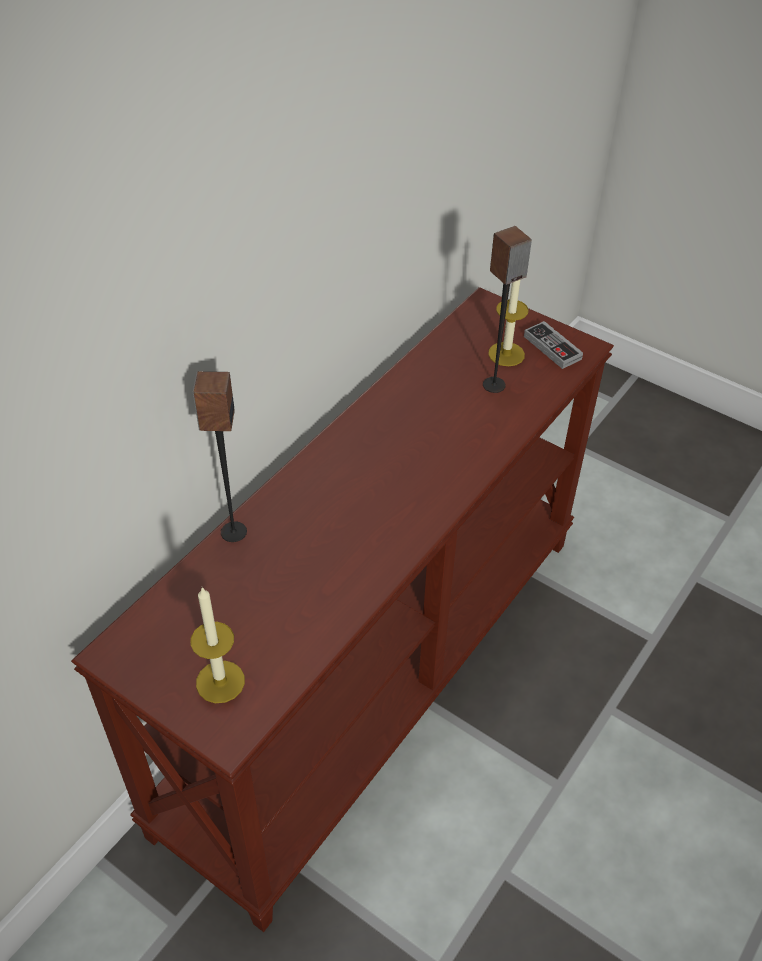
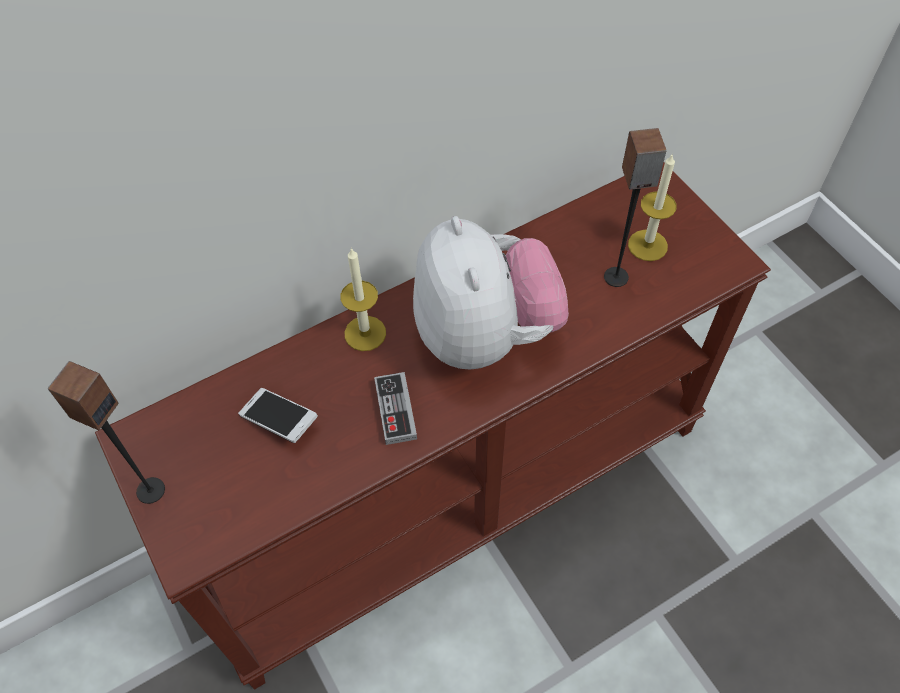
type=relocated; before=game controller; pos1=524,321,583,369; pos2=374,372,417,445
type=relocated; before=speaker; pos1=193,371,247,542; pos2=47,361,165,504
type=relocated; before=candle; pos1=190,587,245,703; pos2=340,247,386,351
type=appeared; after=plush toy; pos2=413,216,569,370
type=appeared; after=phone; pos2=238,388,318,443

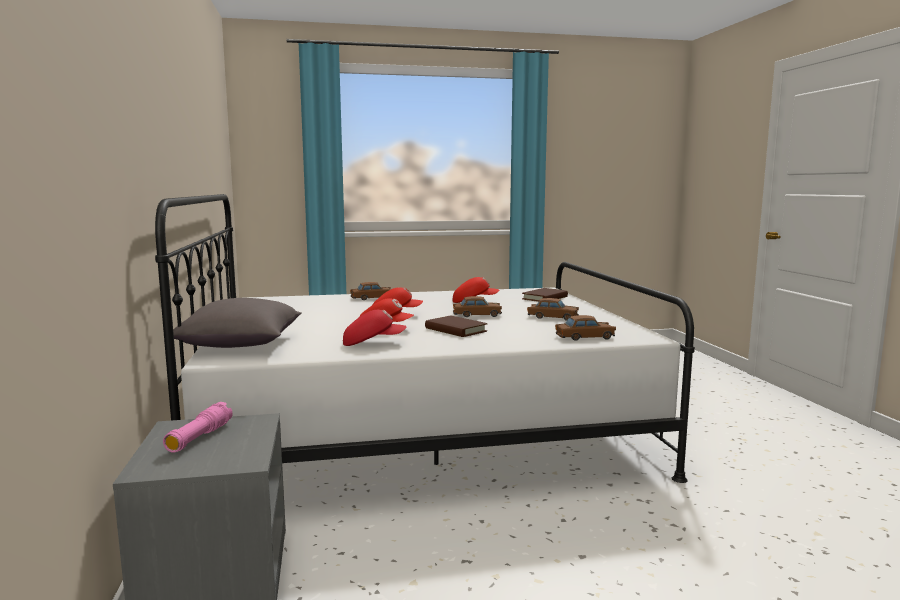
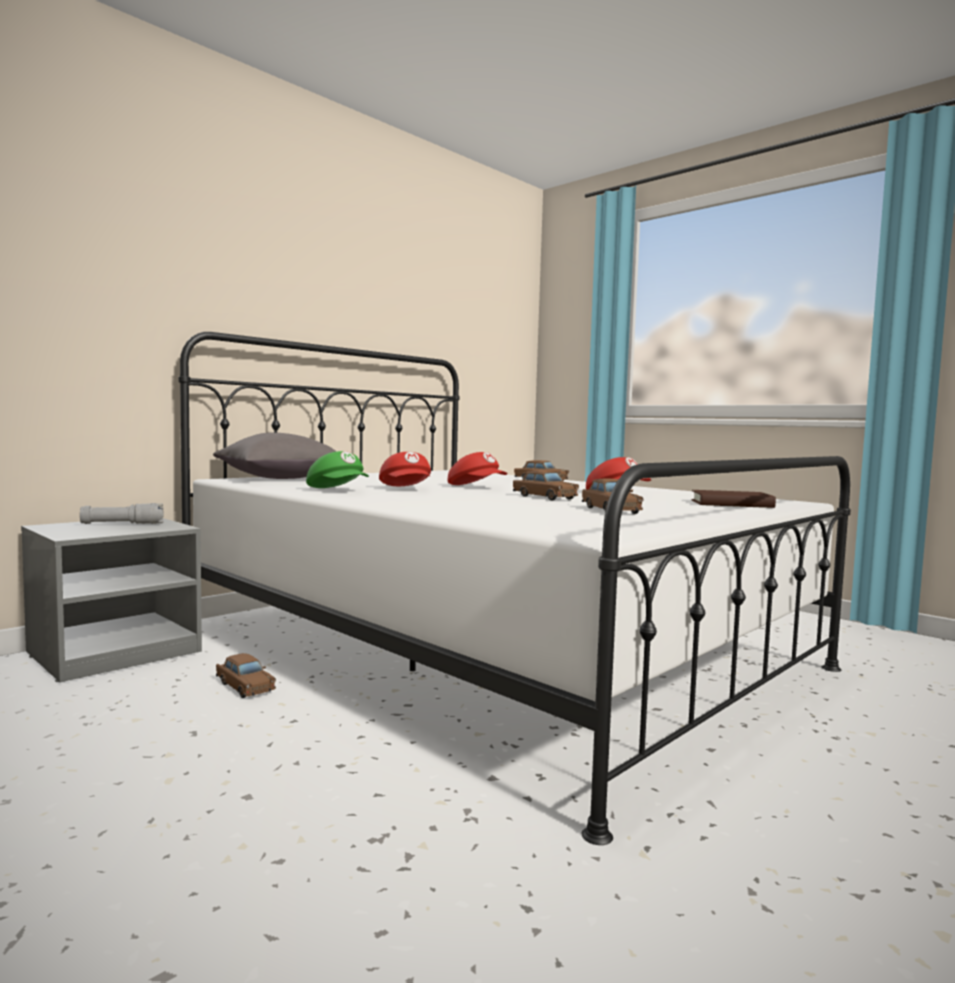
type=colour; before=cap/red; after=cap/green; pos1=343,310,407,346; pos2=306,451,369,488
type=missing; before=book/brown; pos1=425,315,487,337
type=relocated; before=toy car/brown; pos1=555,315,616,341; pos2=216,653,276,698
type=colour; before=flashlight/pink; after=flashlight/grey; pos1=163,402,233,453; pos2=80,503,163,524

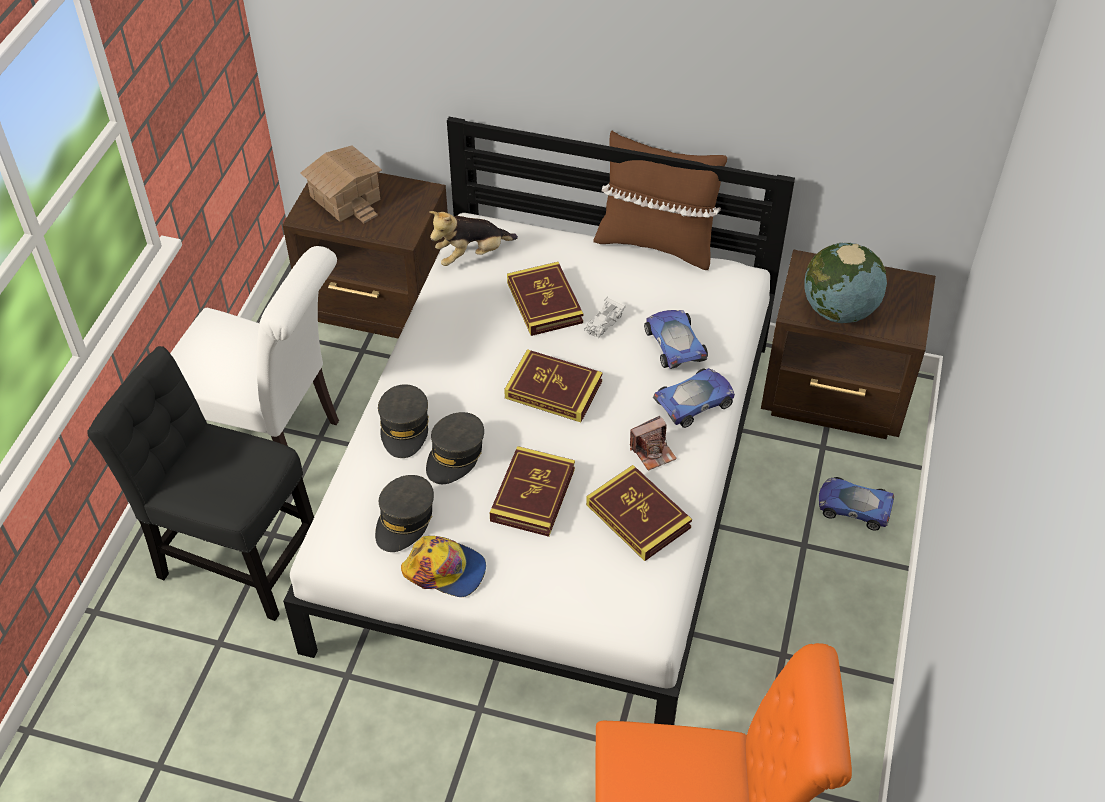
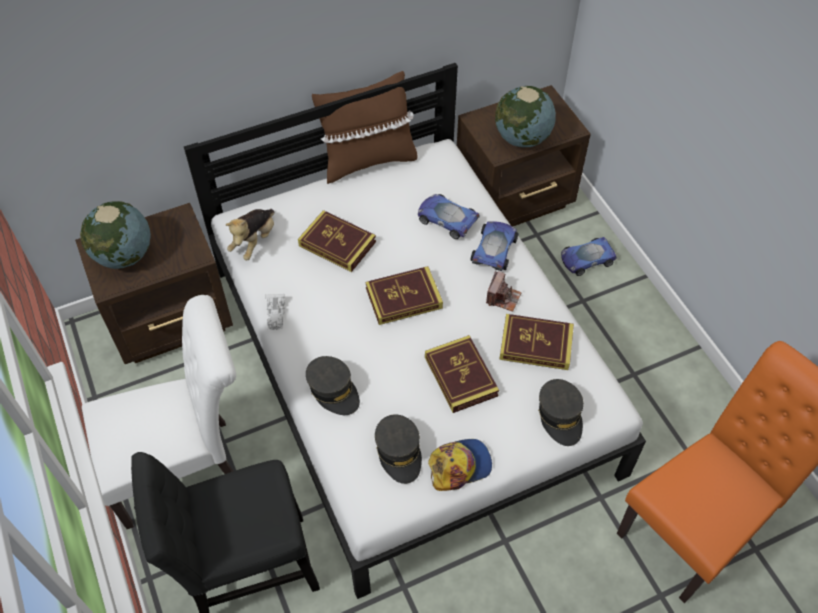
type=exchanged; before=toy house; after=globe; pos1=300,145,382,223; pos2=80,201,151,269
type=relocated; before=toy car/white; pos1=584,297,626,339; pos2=266,294,285,330
type=relocated; before=cap/grey; pos1=426,412,484,484; pos2=538,379,584,446

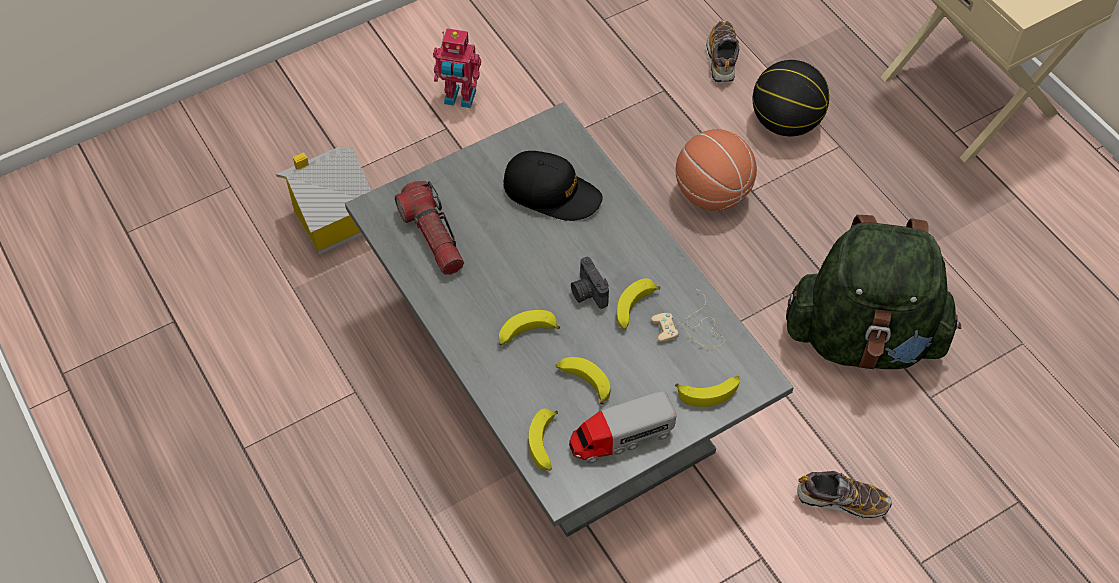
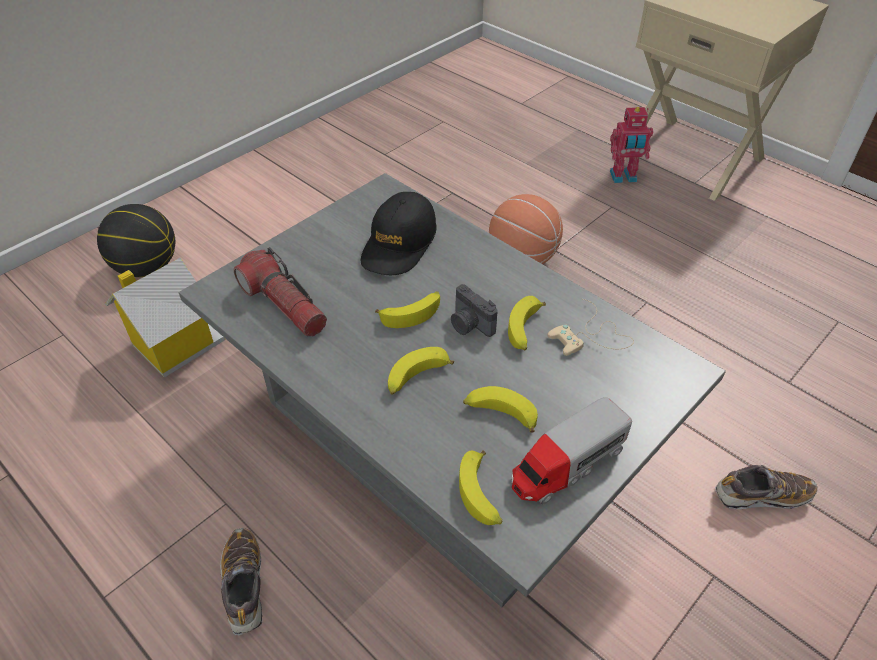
type=relocated; before=shoe; pos1=706,21,739,83; pos2=220,528,262,636
type=relocated; before=toy robot; pos1=433,28,481,108; pos2=610,107,653,183
type=relocated; before=basketball; pos1=753,60,829,136; pos2=97,204,175,277
type=spun; before=cap/black; pos1=503,151,603,221; pos2=361,192,437,275; turn=105
type=missing; before=backpack/green; pos1=786,215,961,369
type=relocated; before=banana; pos1=675,376,740,407; pos2=375,291,440,328

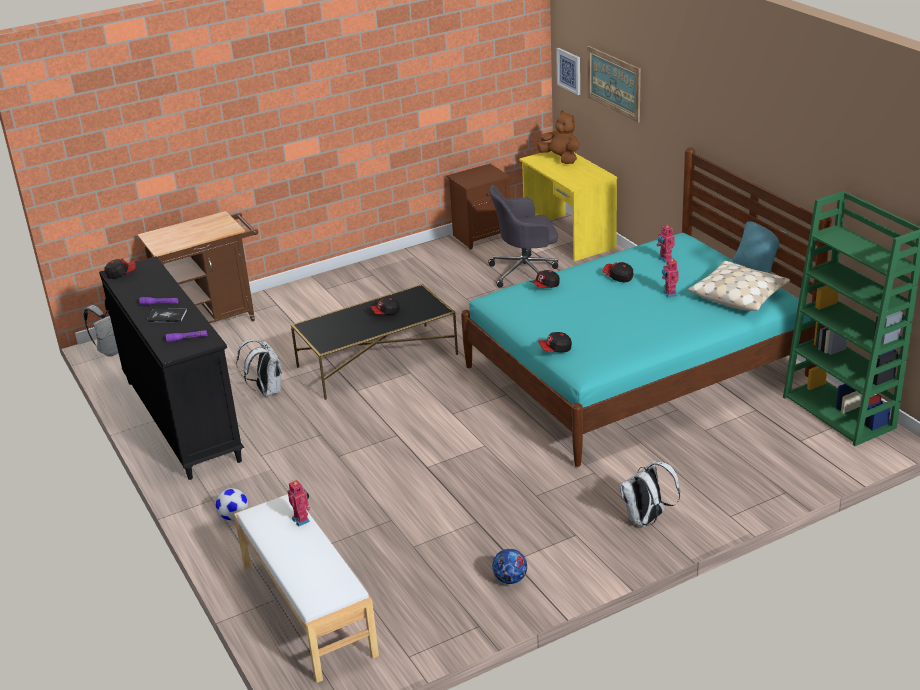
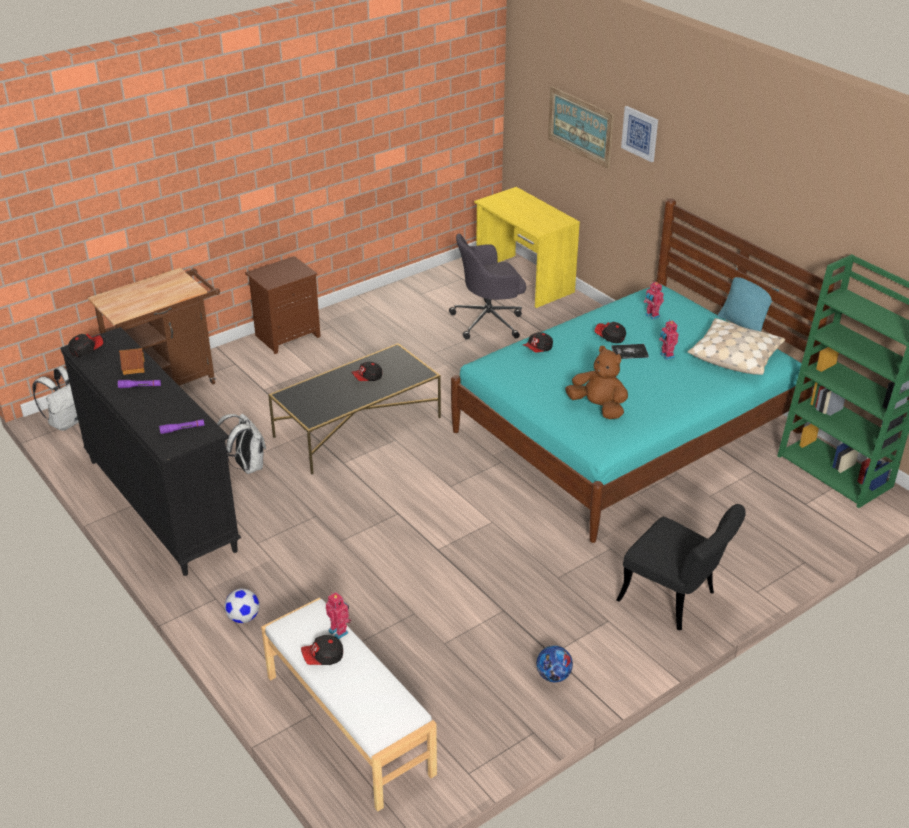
type=relocated; before=picture; pos1=556,48,580,95; pos2=621,106,658,162
type=relocated; before=plush toy/brown; pos1=537,110,579,164; pos2=565,346,628,419
type=relocated; before=nightstand/brown; pos1=446,164,511,250; pos2=245,256,321,354
type=relocated; before=book; pos1=147,308,187,323; pos2=611,344,649,359
type=relocated; before=cap; pos1=538,332,572,353; pos2=301,635,343,665
type=exchanged; before=backpack/white; after=chair/black; pos1=620,461,680,527; pos2=616,504,746,630
type=appeared; after=toy house; pos2=119,348,145,375

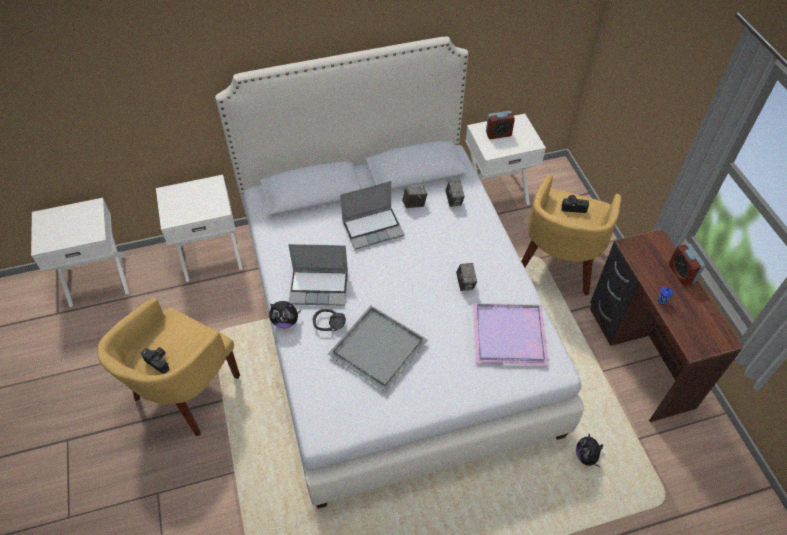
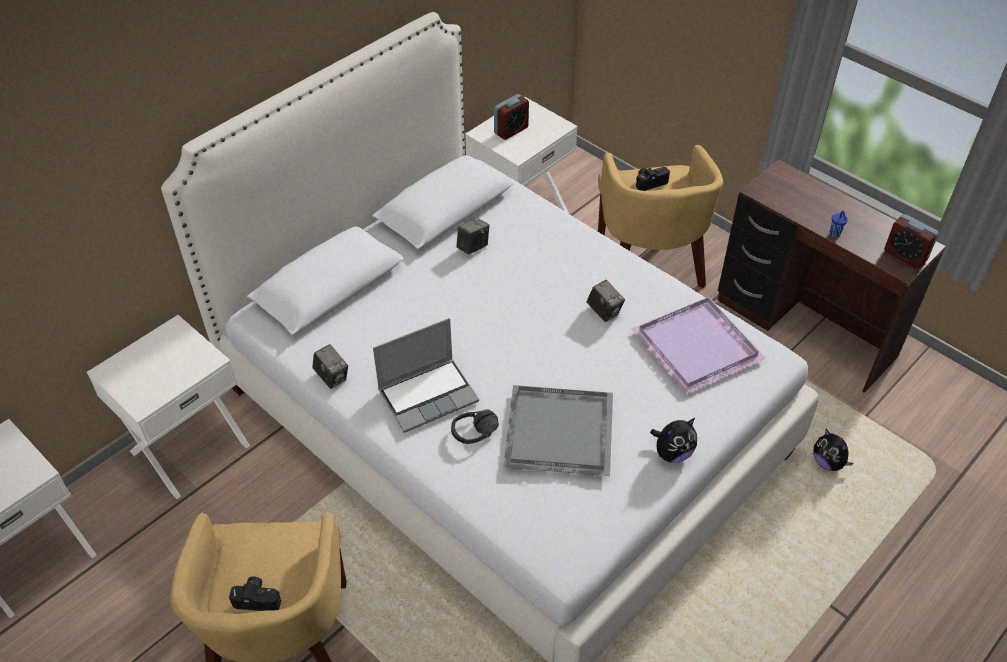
type=relocated; before=photo camera; pos1=445,180,465,207; pos2=312,344,348,389
type=missing; before=laptop; pos1=340,181,405,250
type=relocated; before=alarm clock; pos1=669,243,705,285; pos2=884,214,939,268
type=relocated; before=plush toy; pos1=269,301,301,328; pos2=650,418,697,463

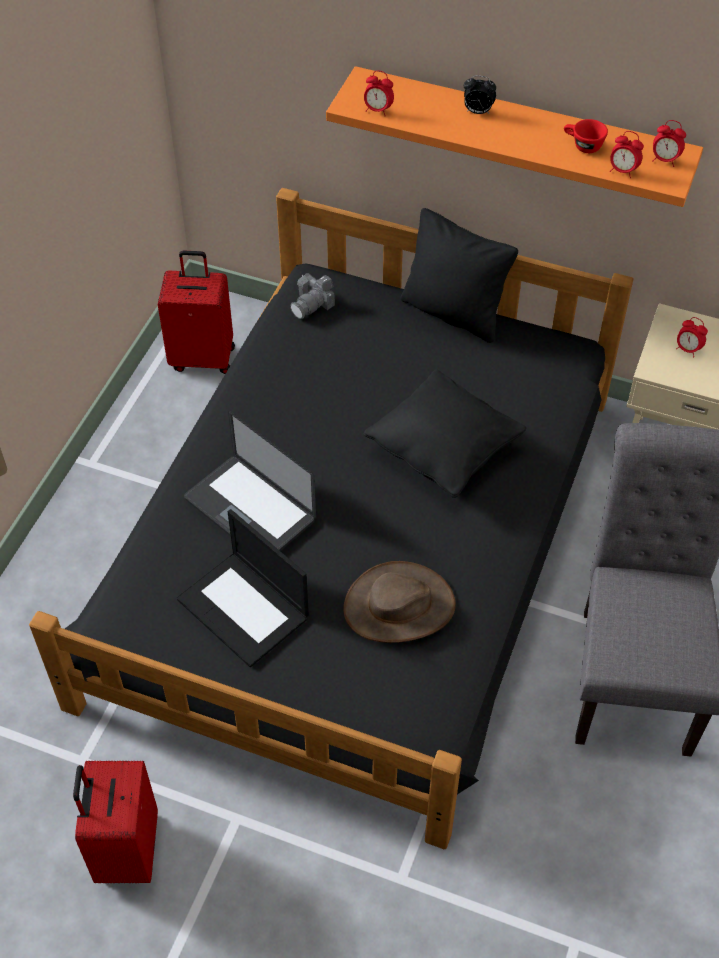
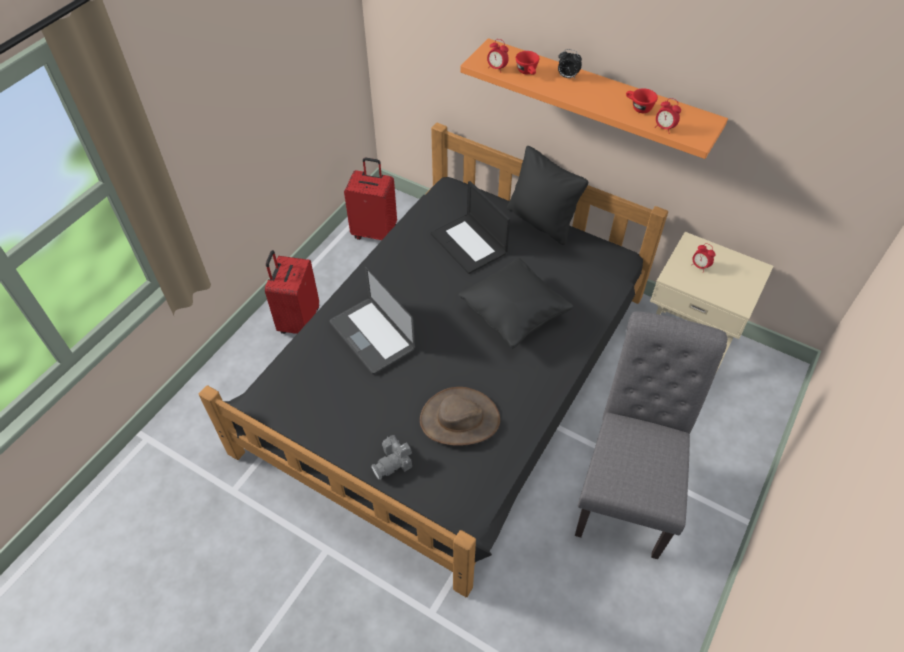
type=missing; before=alarm clock; pos1=652,120,686,167
type=relocated; before=photo camera; pos1=290,273,335,319; pos2=371,435,412,480
type=relocated; before=laptop; pos1=177,509,309,667; pos2=431,181,510,274
type=relocated; before=suitcase/red; pos1=73,761,158,883; pos2=265,250,319,334
type=appeared; after=cup/red; pos2=516,51,539,75

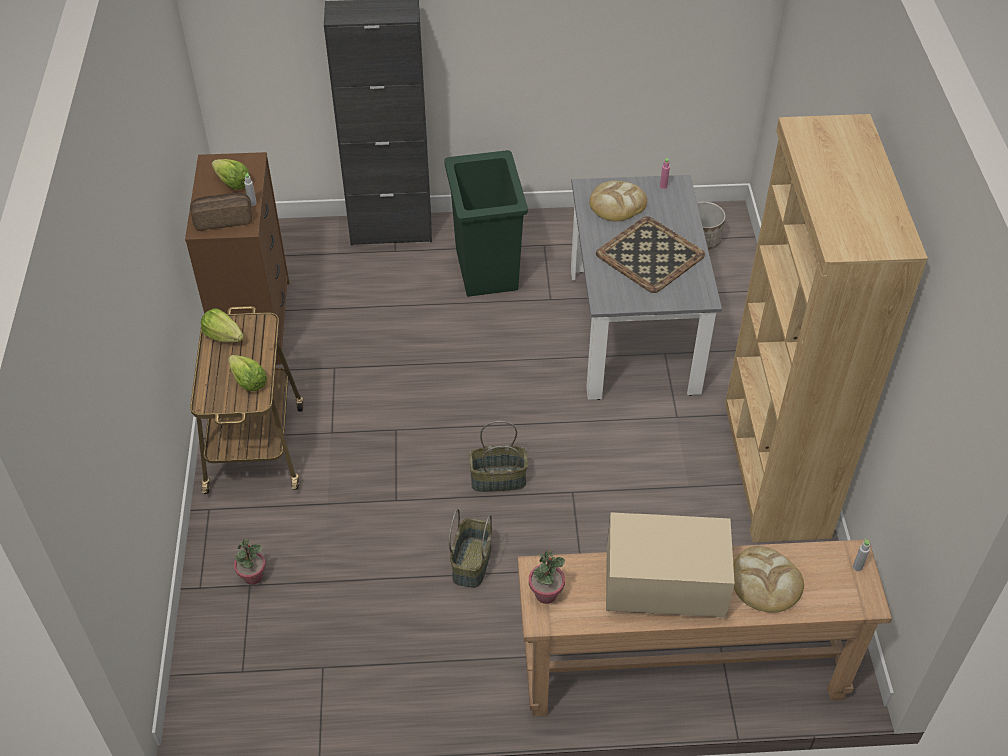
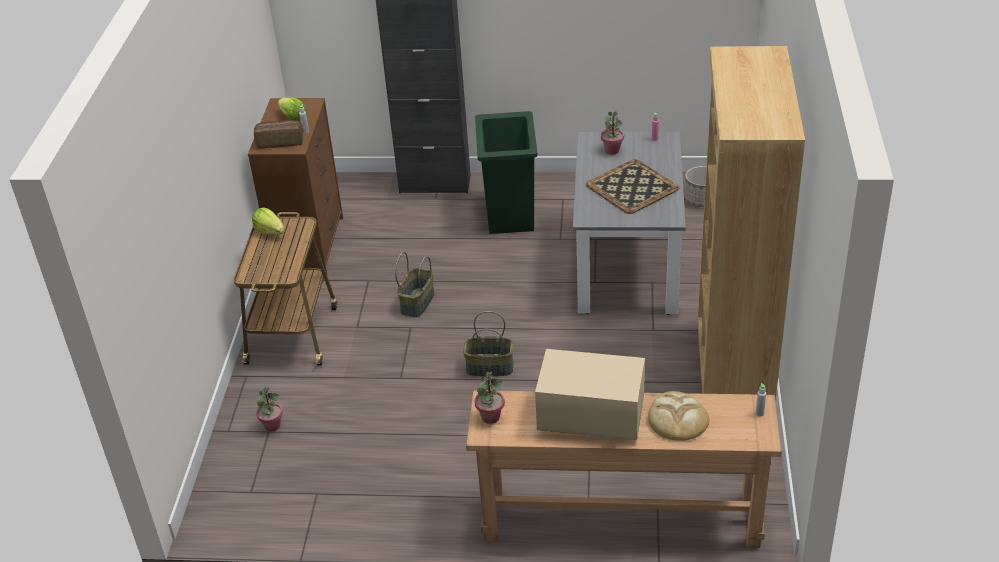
type=exchanged; before=bread; after=potted plant; pos1=589,181,647,222; pos2=601,111,624,154
type=missing; before=lettuce; pos1=228,355,267,391
type=relocated; before=basket; pos1=449,509,492,588; pos2=395,252,435,317

